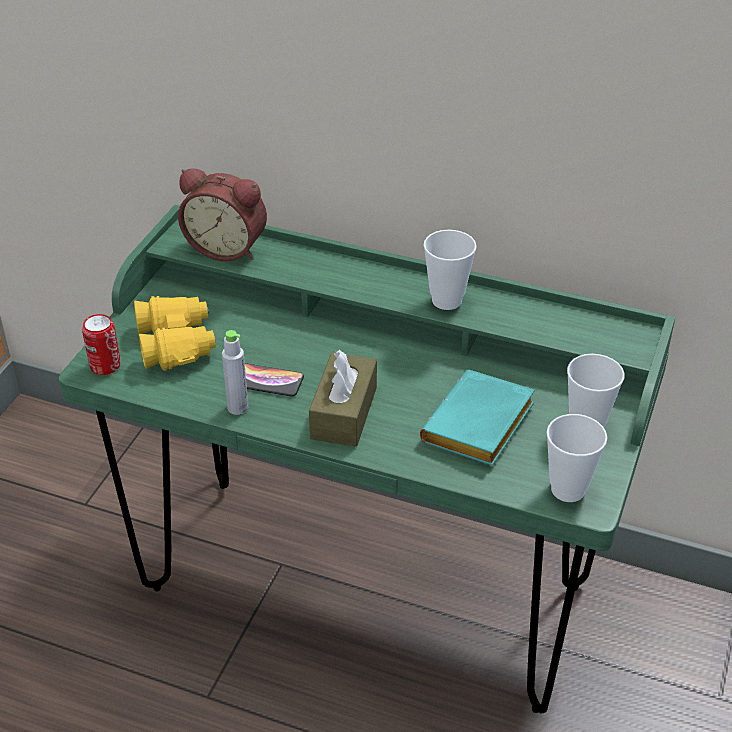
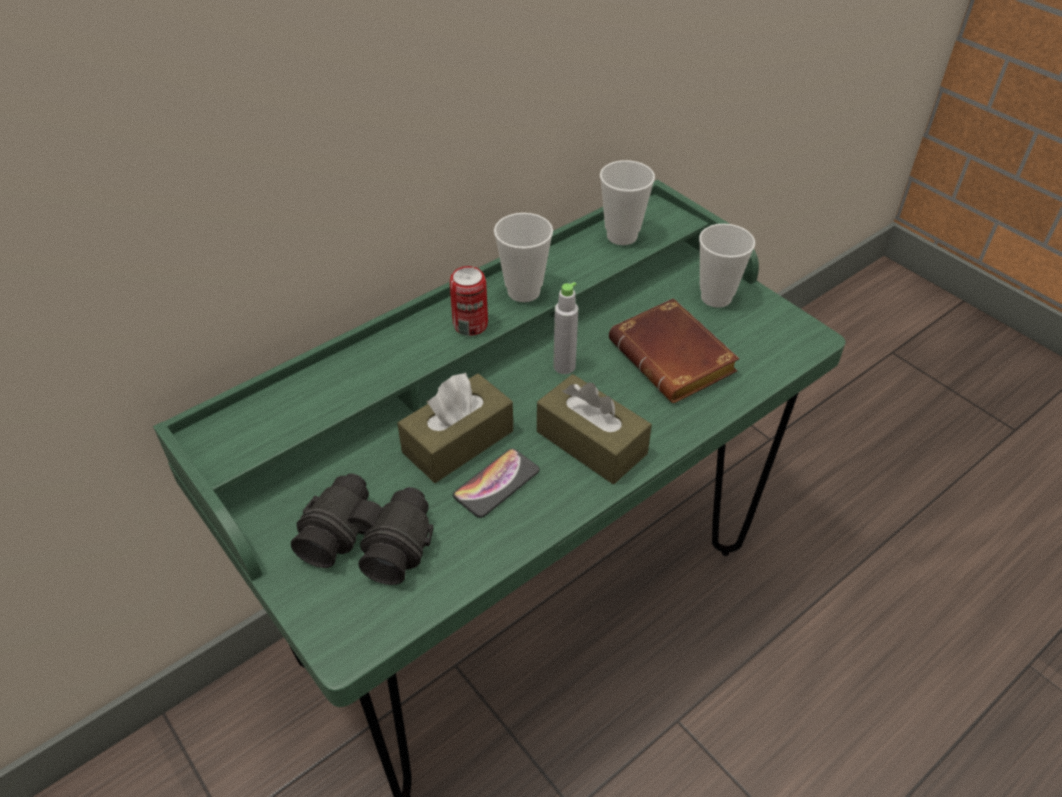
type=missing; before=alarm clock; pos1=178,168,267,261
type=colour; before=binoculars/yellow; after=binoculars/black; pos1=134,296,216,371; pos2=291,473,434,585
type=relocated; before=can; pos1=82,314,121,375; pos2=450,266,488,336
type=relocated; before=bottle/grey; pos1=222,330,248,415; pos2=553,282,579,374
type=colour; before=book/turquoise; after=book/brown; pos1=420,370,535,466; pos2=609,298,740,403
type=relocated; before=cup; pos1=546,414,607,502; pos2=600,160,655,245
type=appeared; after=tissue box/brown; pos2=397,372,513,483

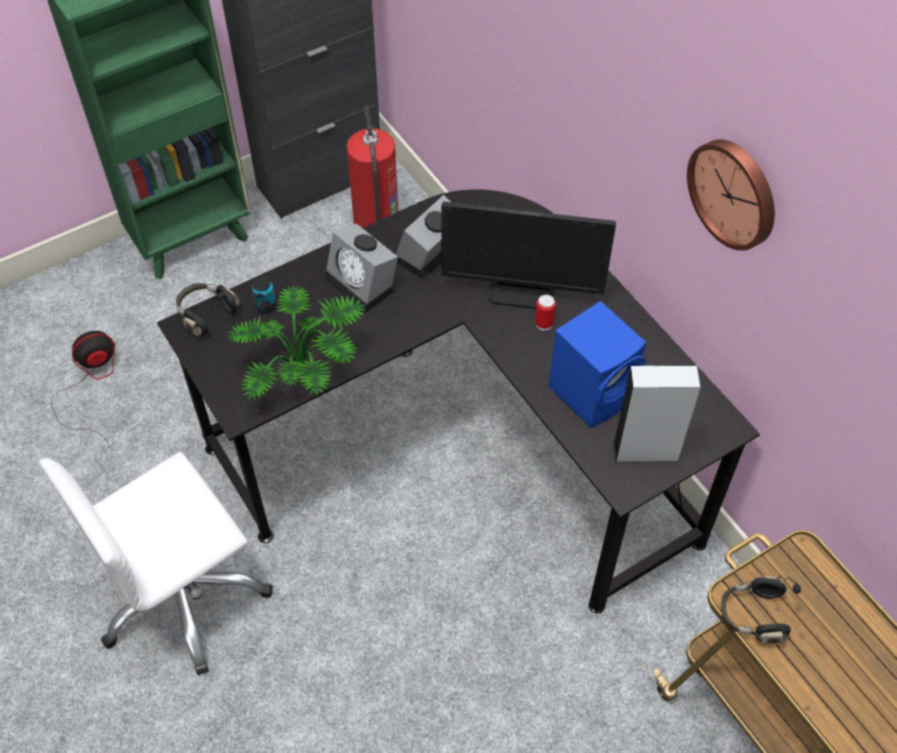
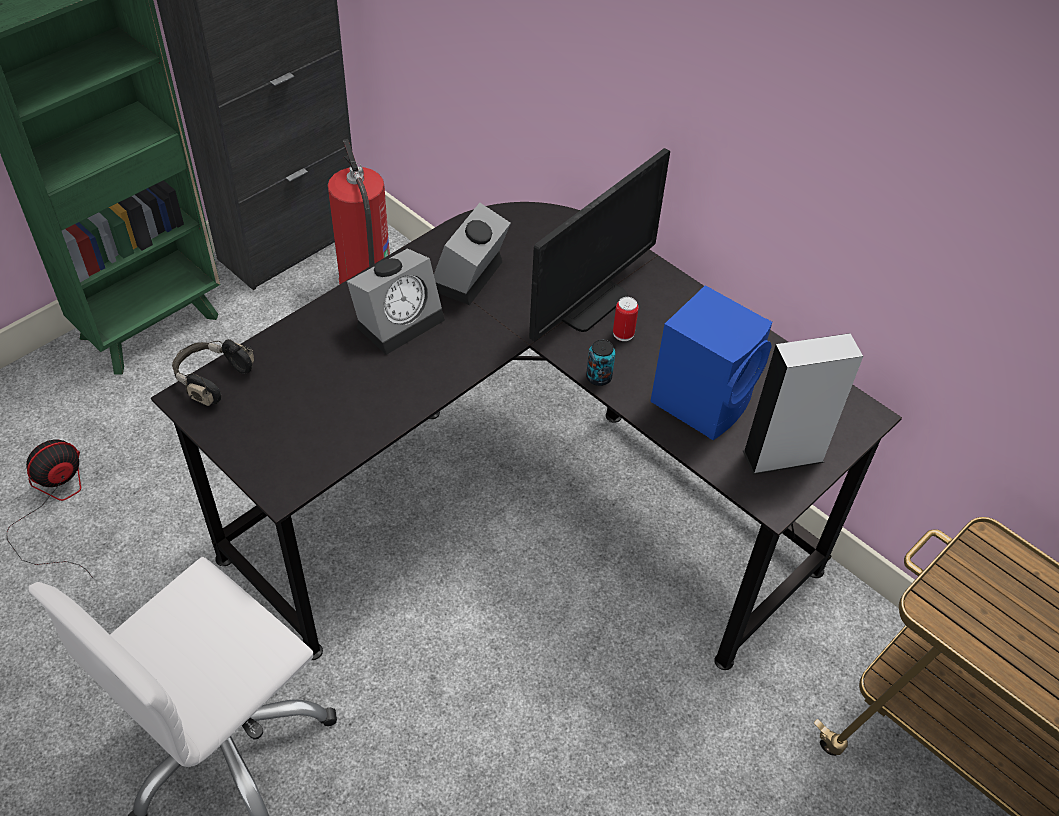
type=missing; before=wall clock; pos1=687,139,775,251
type=spun; before=monitor; pos1=441,202,616,309; pos2=529,148,670,342; turn=-45
type=spun; before=alarm clock; pos1=325,224,398,313; pos2=347,248,445,355; turn=-75
type=relocated; before=can; pos1=252,277,276,313; pos2=586,340,615,386
type=missing; before=potted plant; pos1=227,285,366,400
type=missing; before=headphones/black; pos1=721,575,801,644

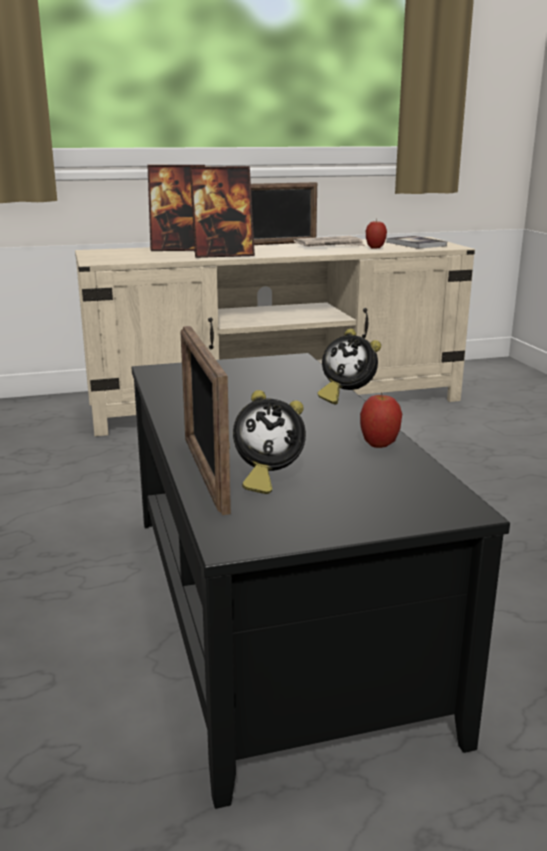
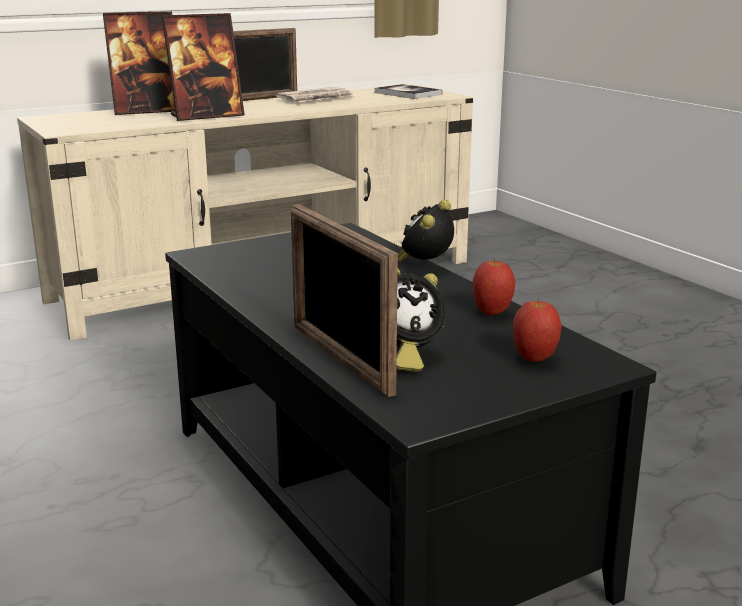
type=relocated; before=apple; pos1=366,219,387,249; pos2=513,298,562,362
type=spun; before=alarm clock; pos1=317,328,381,404; pos2=398,199,454,262; turn=105

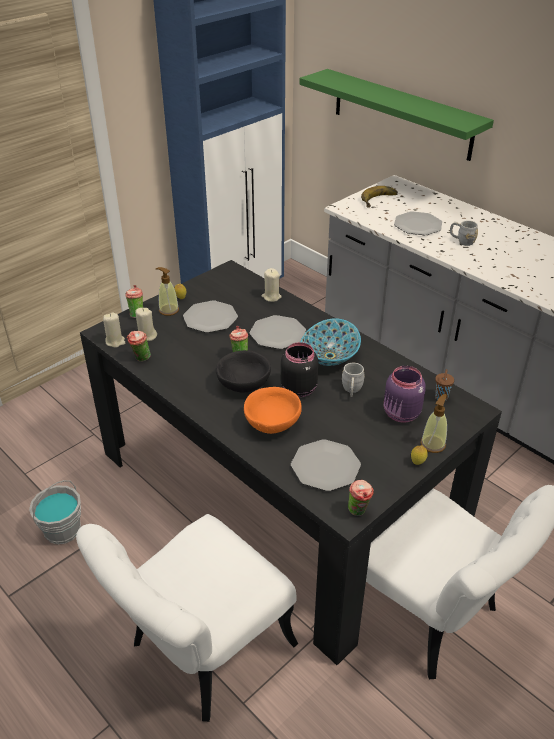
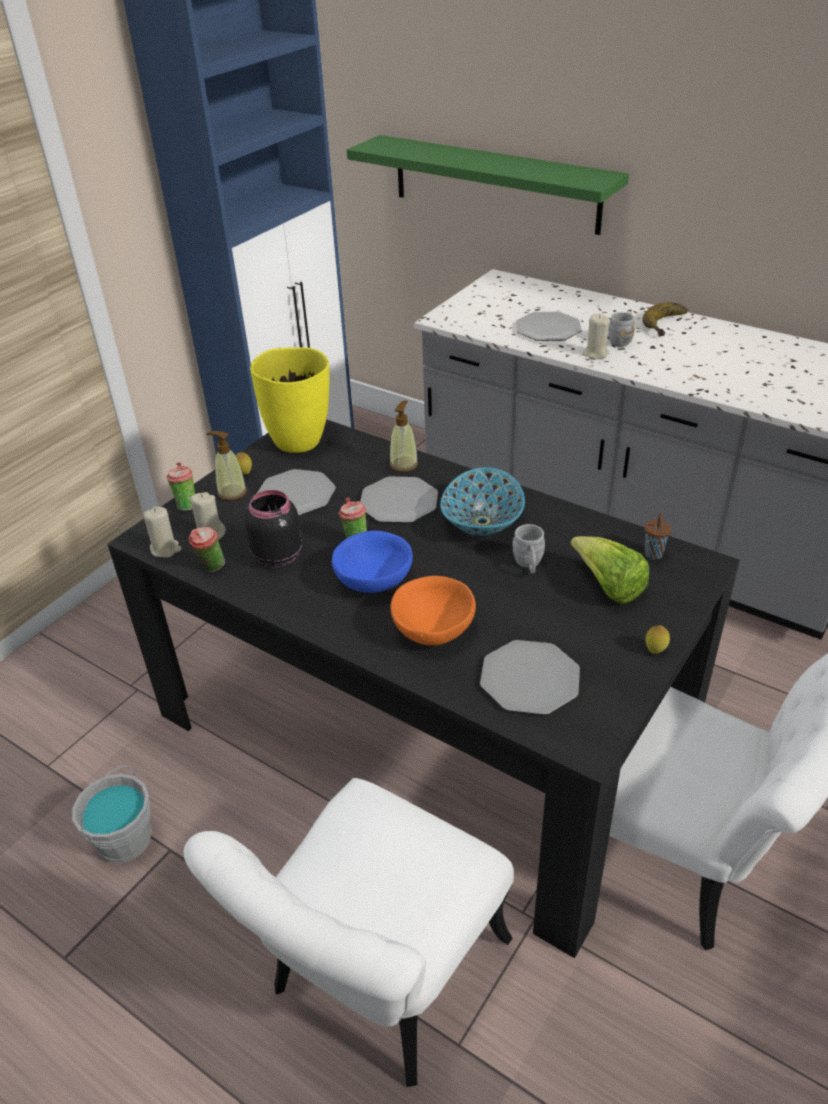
type=relocated; before=banana; pos1=361,186,398,208; pos2=643,302,688,336
type=relocated; before=candle/beige; pos1=261,268,281,302; pos2=582,313,610,359
type=relocated; before=jar/black; pos1=281,342,318,397; pos2=245,490,302,567
type=colour; before=bowl/black; after=bowl/blue; pos1=216,350,271,392; pos2=332,531,413,593
type=exchanged; before=jar/purple; after=lettuce; pos1=384,366,426,423; pos2=571,536,649,604
type=relocated; before=soap dispenser; pos1=420,394,447,453; pos2=390,401,418,472
type=missing; before=cup; pos1=348,480,374,516
type=appeared; after=vase/yellow; pos2=250,347,330,453

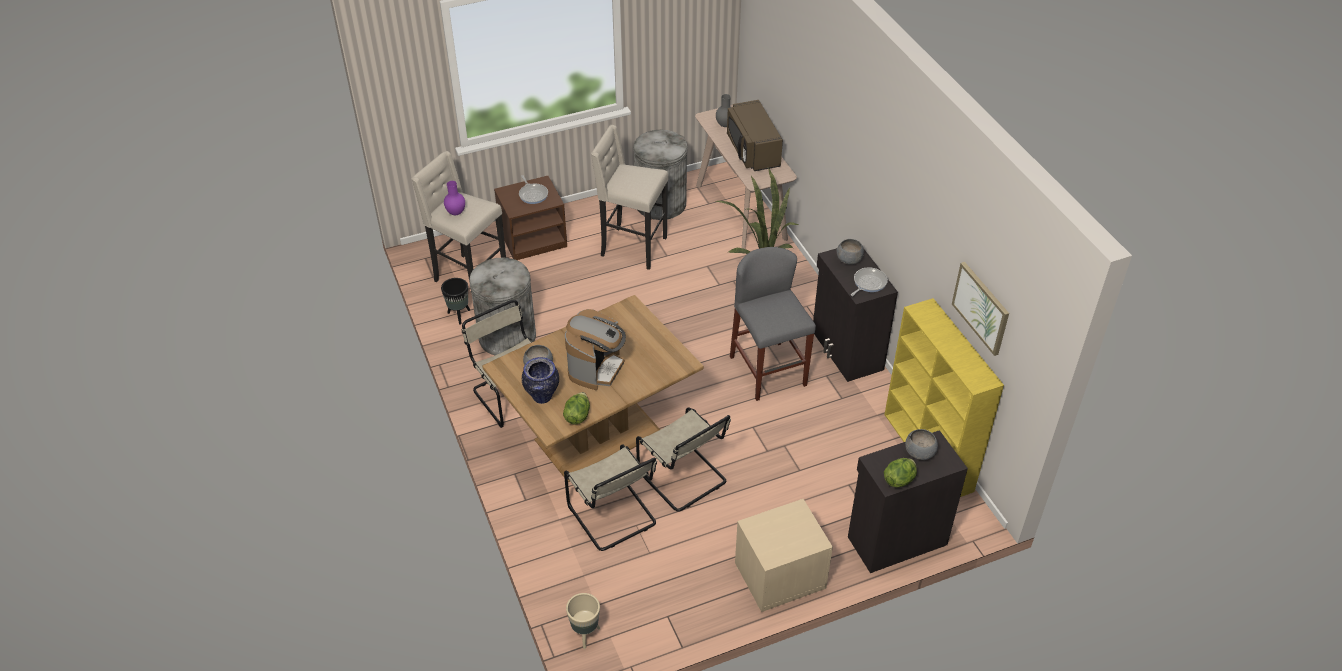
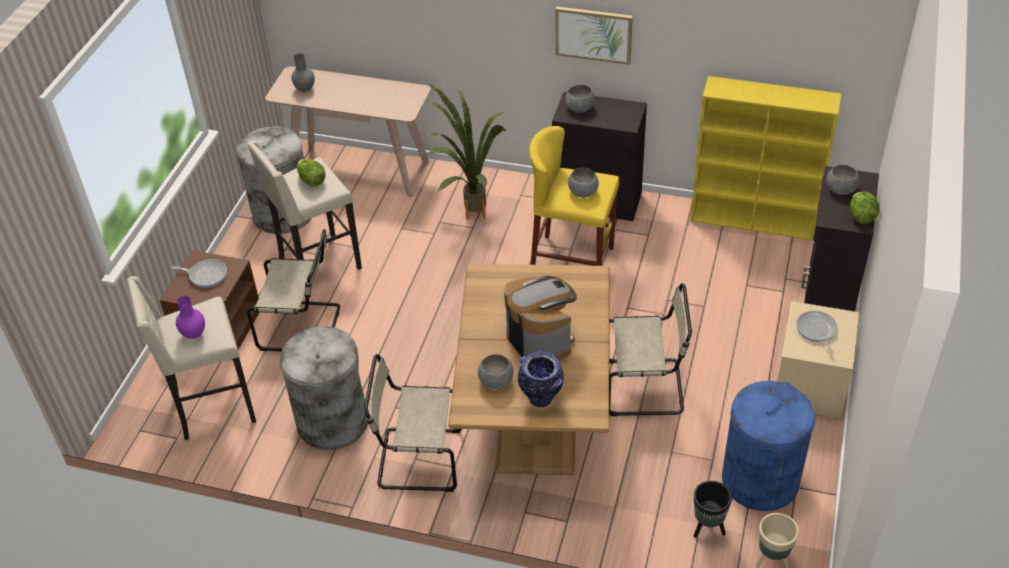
type=missing; before=microwave/brown; pos1=727,100,783,171
type=colour; before=stool/grey; after=stool/yellow; pos1=730,247,816,401; pos2=529,126,619,266
type=relocated; before=picture; pos1=952,262,1009,356; pos2=555,6,633,65
type=relocated; before=frying pan; pos1=851,268,888,296; pos2=796,311,837,354
type=relocated; before=planter/black; pos1=441,278,470,325; pos2=694,481,732,538
type=relocated; before=lettuce; pos1=563,392,590,425; pos2=297,159,326,187
type=relocated; before=chair/beige; pos1=564,444,657,551; pos2=247,229,340,351
type=appeared; after=bowl/grey; pos2=568,168,599,198
type=appeared; after=trash can/blue; pos2=722,381,815,511

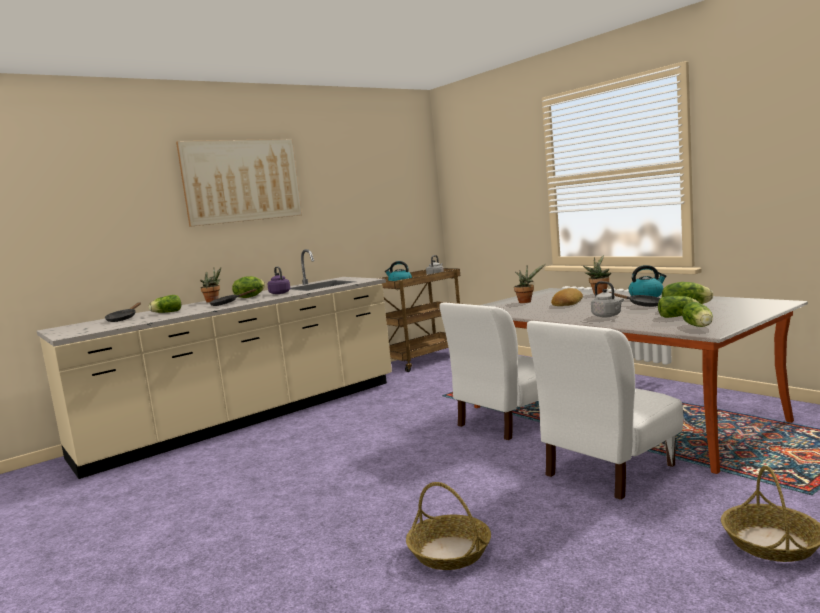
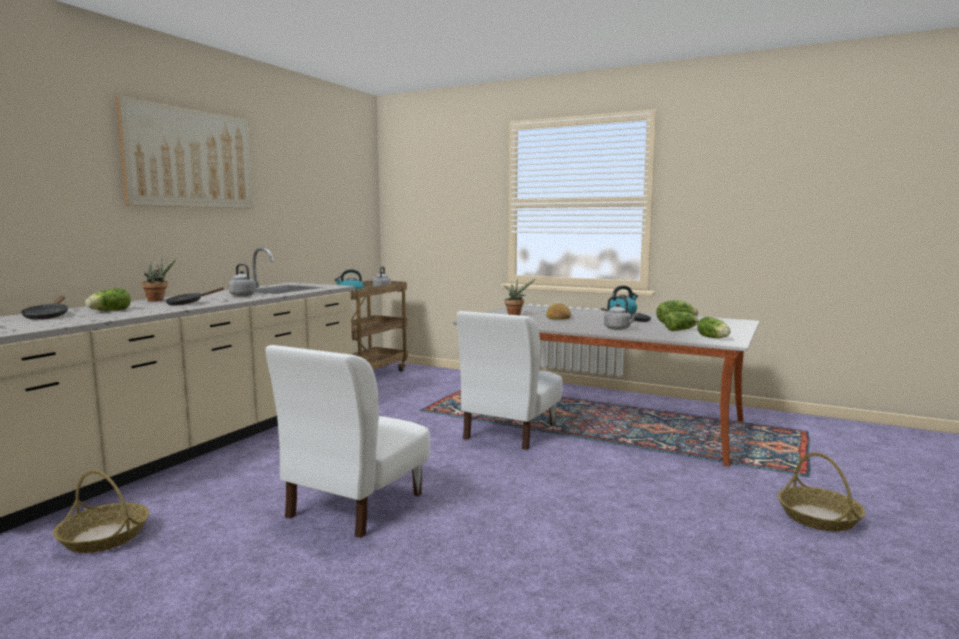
type=missing; before=potted plant; pos1=583,255,611,294
type=colour; before=kettle/purple; after=kettle/grey; pos1=268,266,290,294; pos2=229,264,256,296
type=missing; before=lettuce; pos1=232,276,265,298
type=relocated; before=chair/white; pos1=527,321,684,500; pos2=265,345,430,538
type=relocated; before=basket; pos1=406,482,491,570; pos2=53,470,149,553

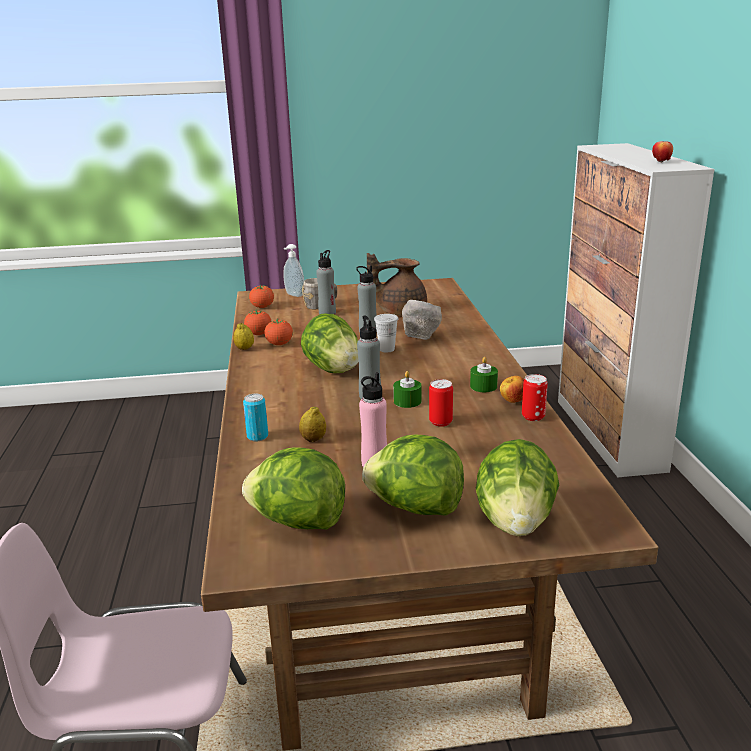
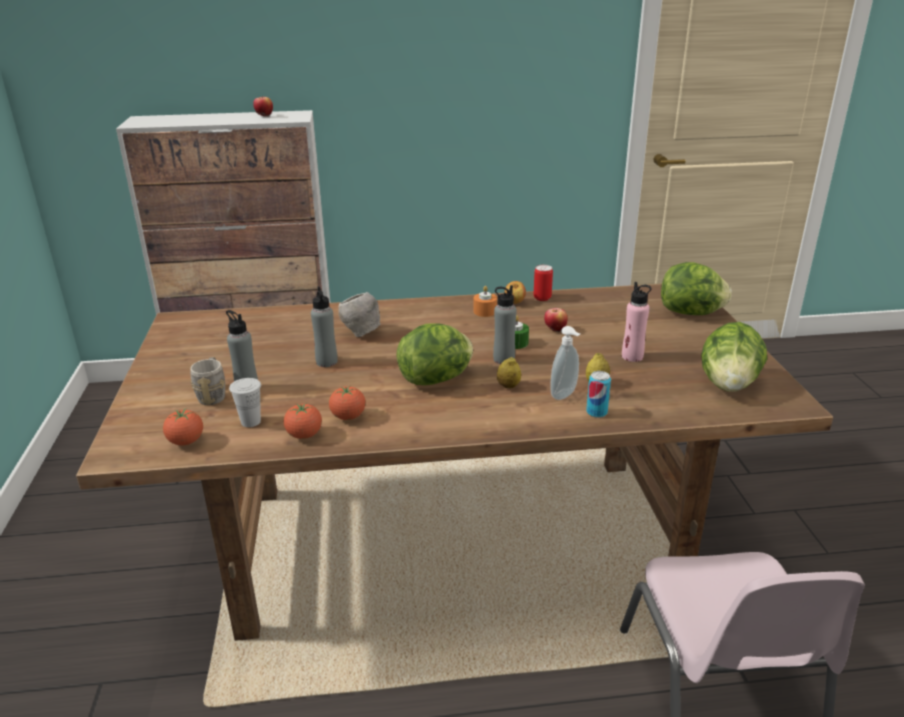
type=relocated; before=soap dispenser; pos1=284,244,304,297; pos2=550,326,580,400
type=missing; before=teapot/brown; pos1=367,253,427,316
type=relocated; before=cup/white; pos1=374,314,399,352; pos2=229,378,261,427
type=relocated; before=lemon; pos1=233,323,254,350; pos2=497,357,521,388
type=colour; before=candle/green; after=candle/orange; pos1=470,357,498,392; pos2=473,286,497,317
type=exchanged; before=can; after=apple; pos1=429,379,453,427; pos2=544,308,567,332
type=missing; before=lettuce; pos1=362,435,464,516

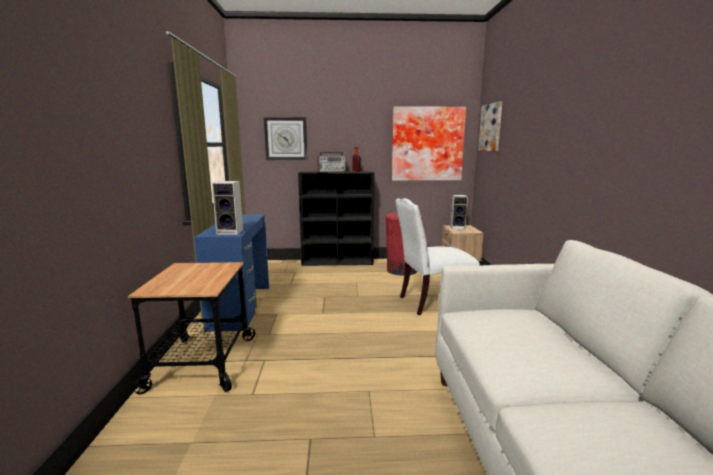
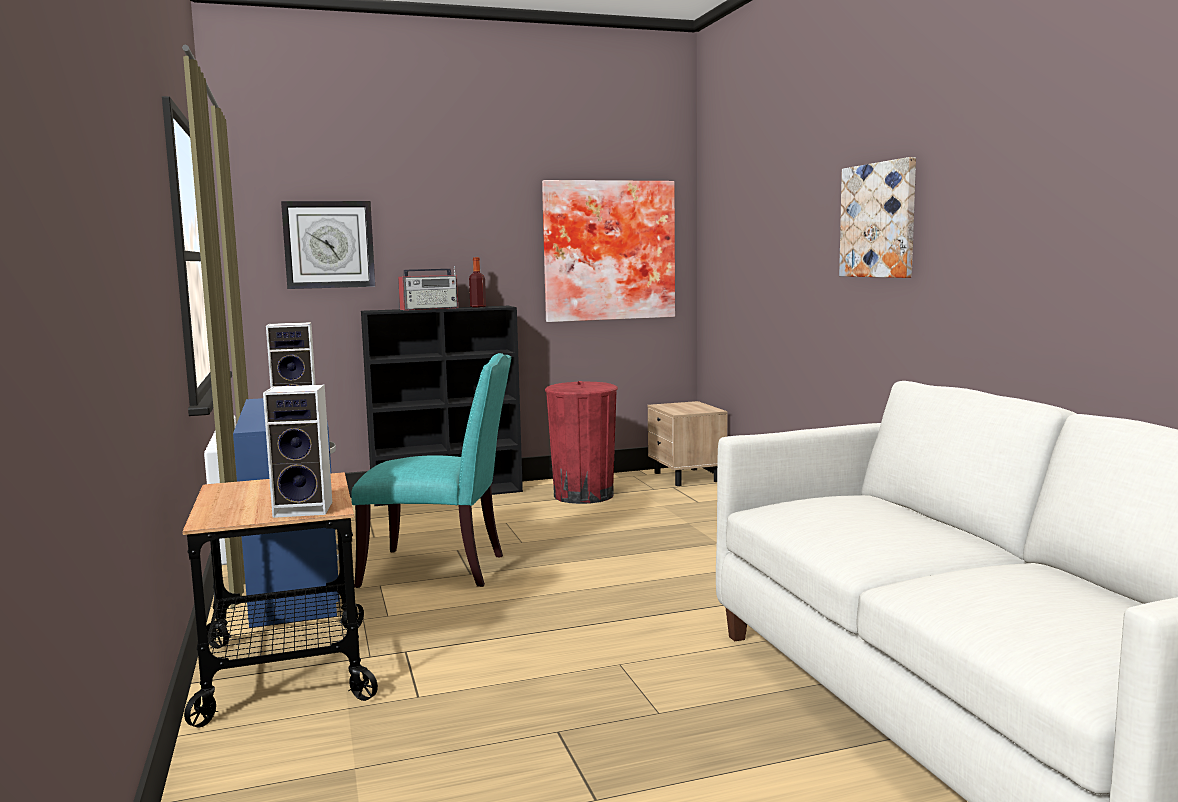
type=relocated; before=picture; pos1=478,102,502,152; pos2=839,157,916,278
type=relocated; before=speaker; pos1=451,195,468,229; pos2=263,384,332,518
type=missing; before=chair/white; pos1=395,198,480,315
type=appeared; after=chair/turquoise; pos2=352,353,511,588

